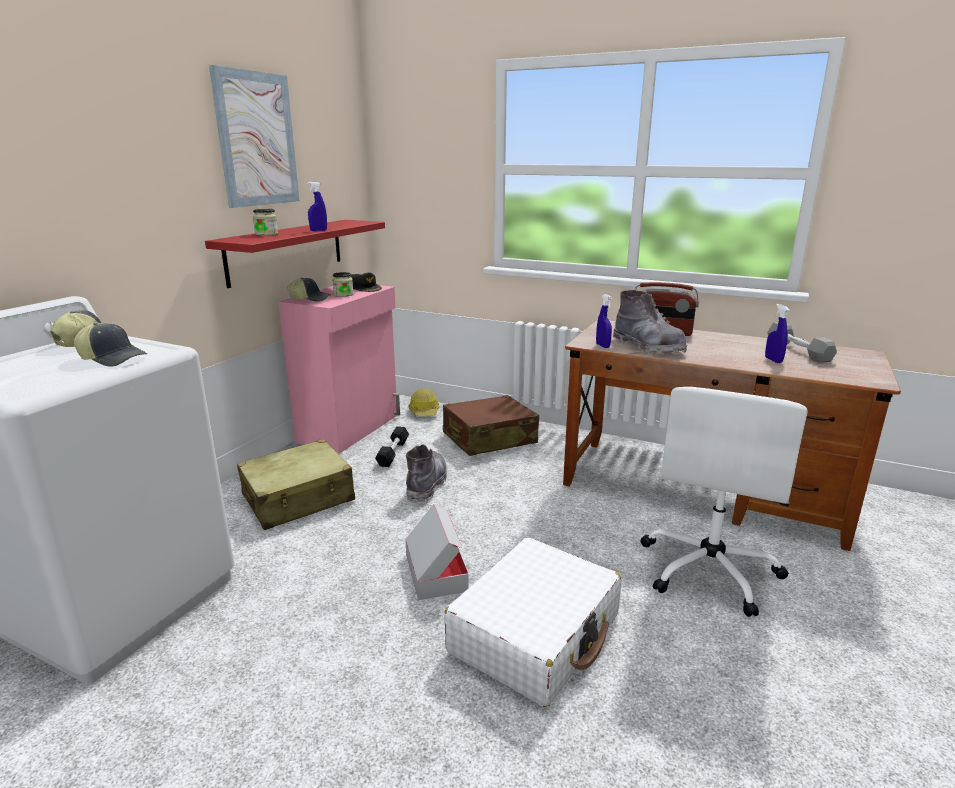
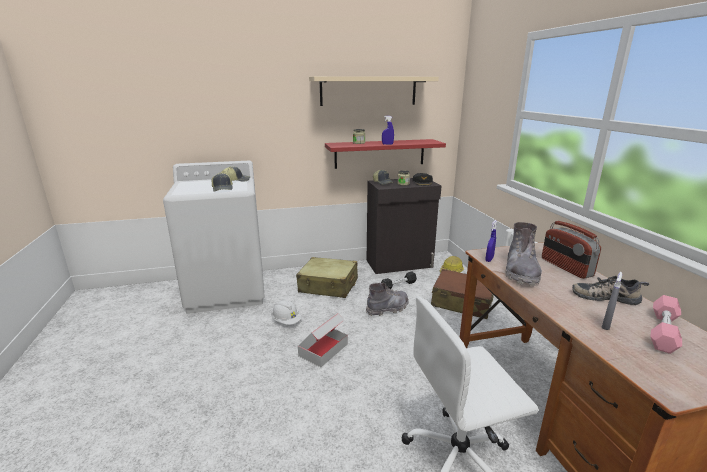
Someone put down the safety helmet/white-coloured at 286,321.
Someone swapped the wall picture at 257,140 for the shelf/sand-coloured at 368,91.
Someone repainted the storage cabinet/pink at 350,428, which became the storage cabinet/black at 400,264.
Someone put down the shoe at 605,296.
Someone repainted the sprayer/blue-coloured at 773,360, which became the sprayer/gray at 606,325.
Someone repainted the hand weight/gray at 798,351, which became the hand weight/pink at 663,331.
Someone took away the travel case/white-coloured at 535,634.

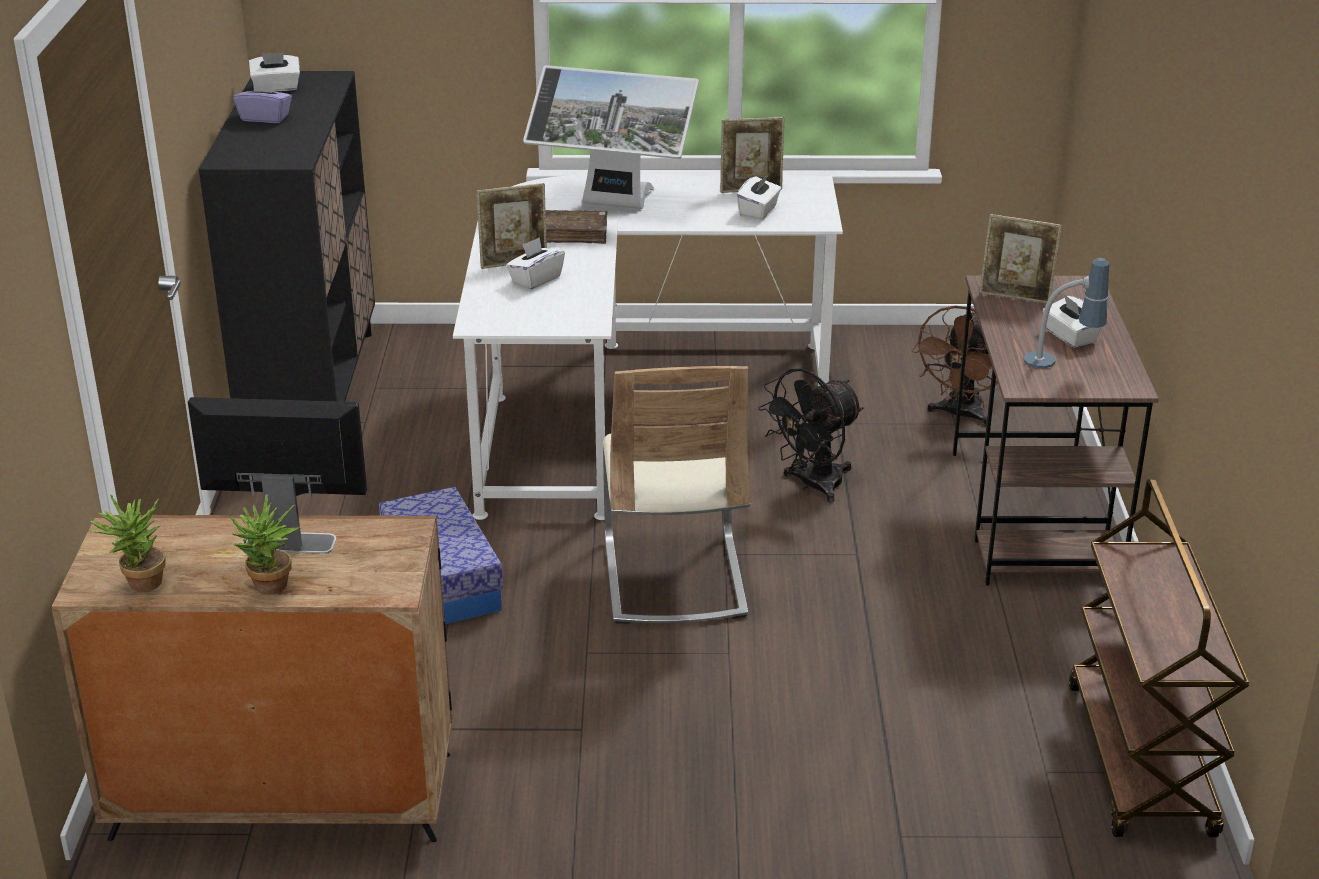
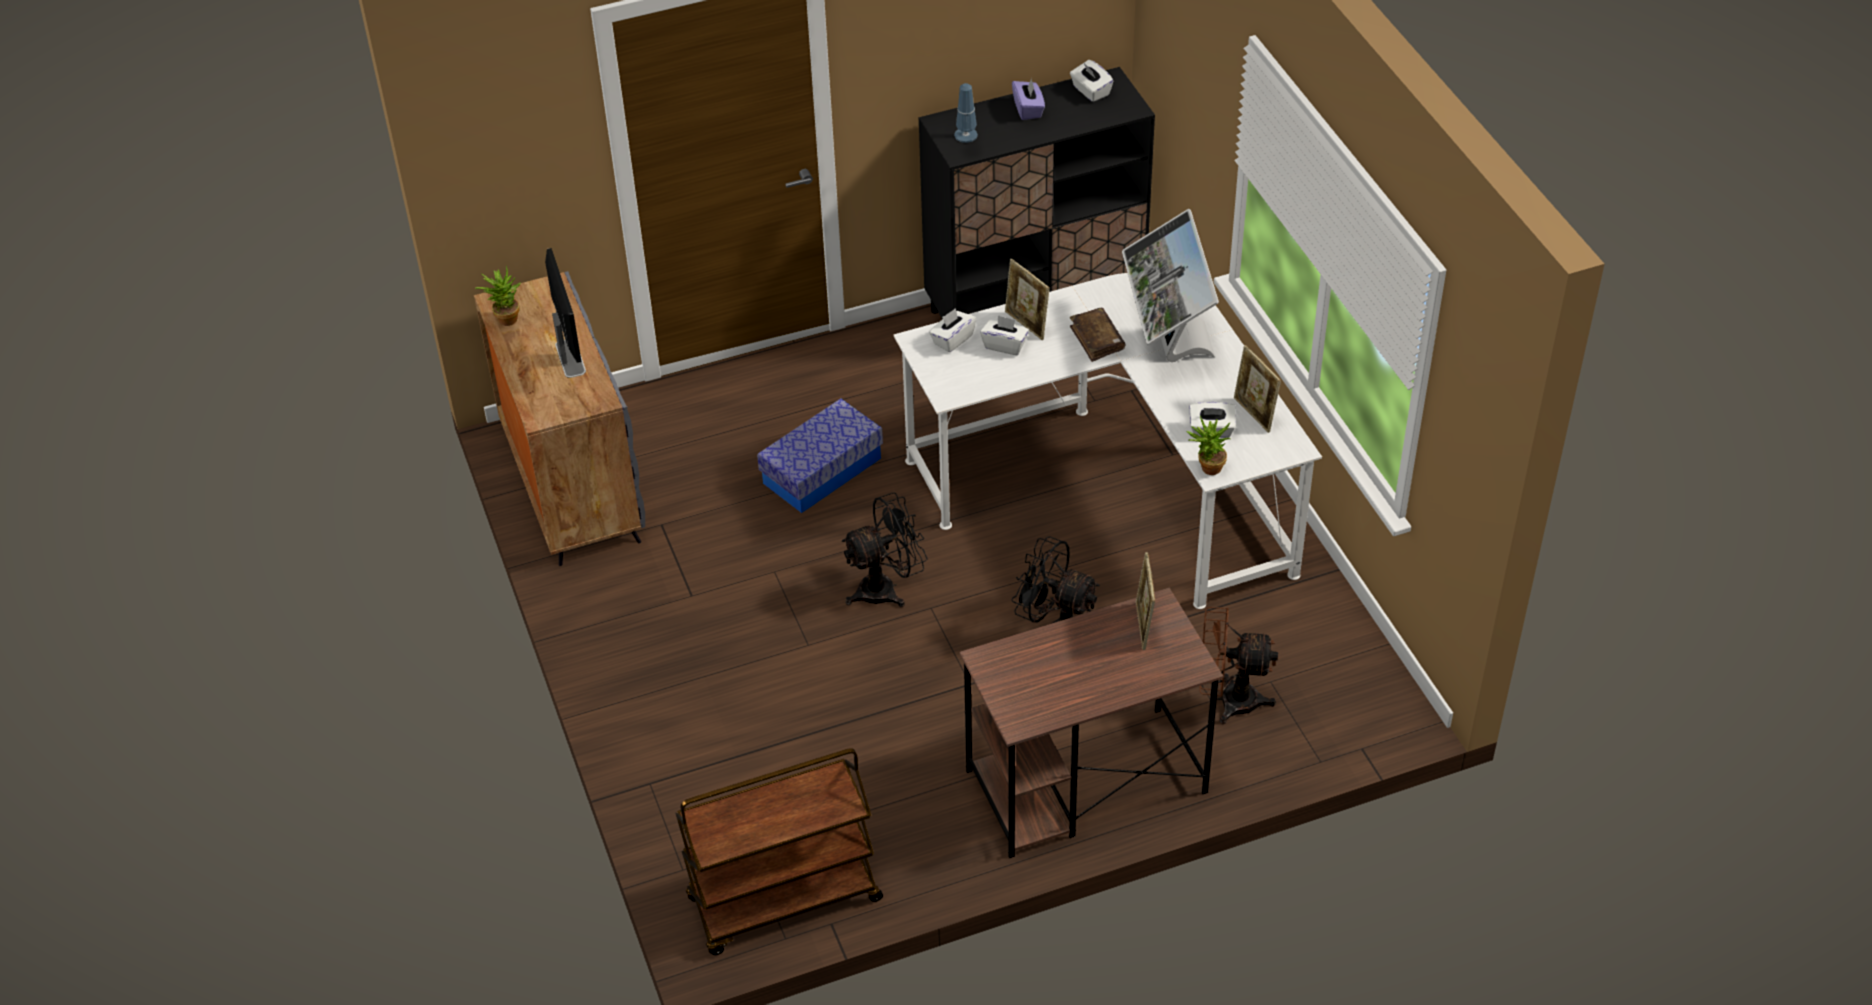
Someone repainted the storage cabinet/brown-coloured at 281,796, which became the storage cabinet/gray at 572,484.
Someone swapped the chair/sand-coloured at 673,577 for the fan/black at 886,588.
Someone carried the tissue holder/white-coloured from 1070,336 to 952,339.
Someone carried the tabletop lamp from 1061,364 to 966,146.
Someone carried the potted plant from 269,589 to 1207,469.

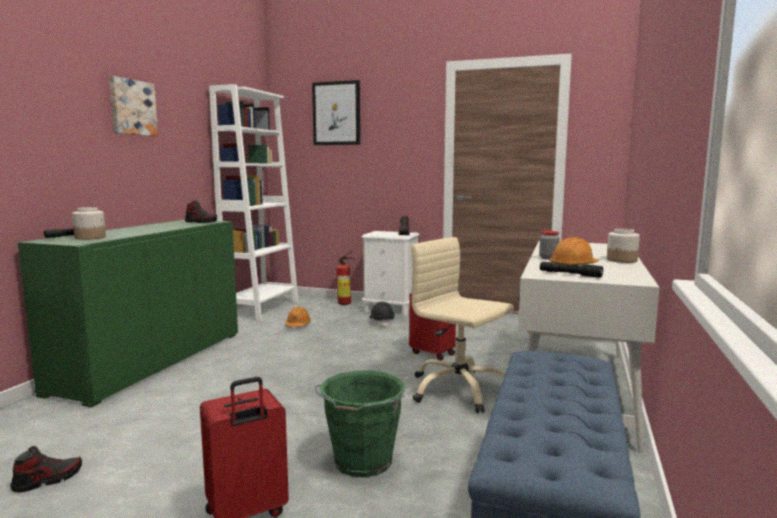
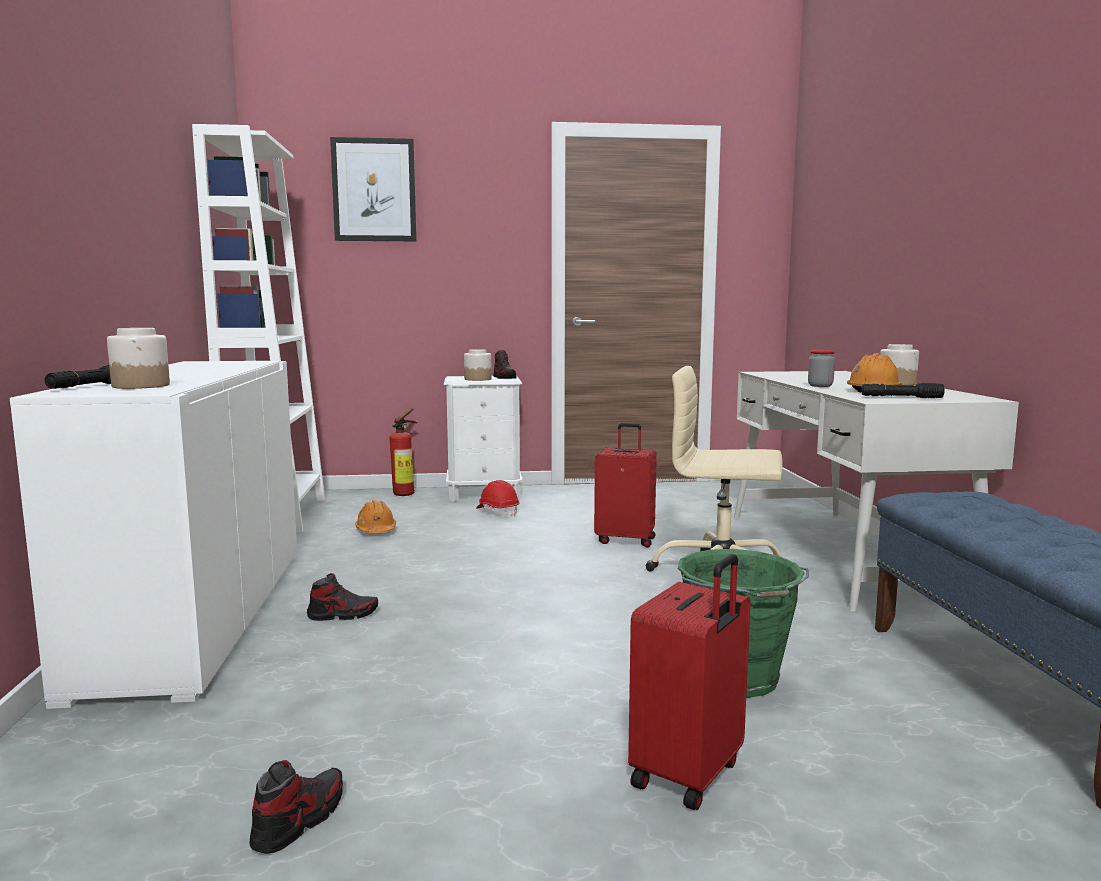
Someone repainted the storage cabinet/green-coloured at 152,361, which became the storage cabinet/white-coloured at 200,615.
Someone carried the shoe from 201,222 to 343,615.
Someone put down the preserve jar at 478,379.
Someone repainted the safety helmet/black at 382,322, which became the safety helmet/red at 498,512.
Someone took away the wall picture at 132,107.

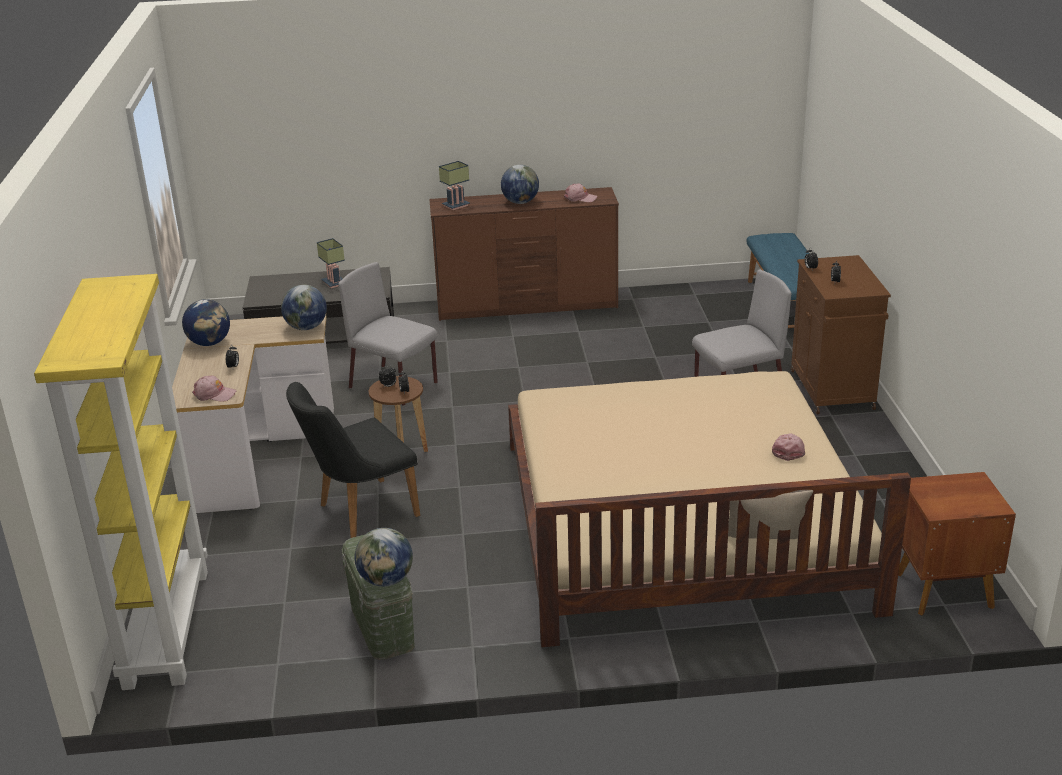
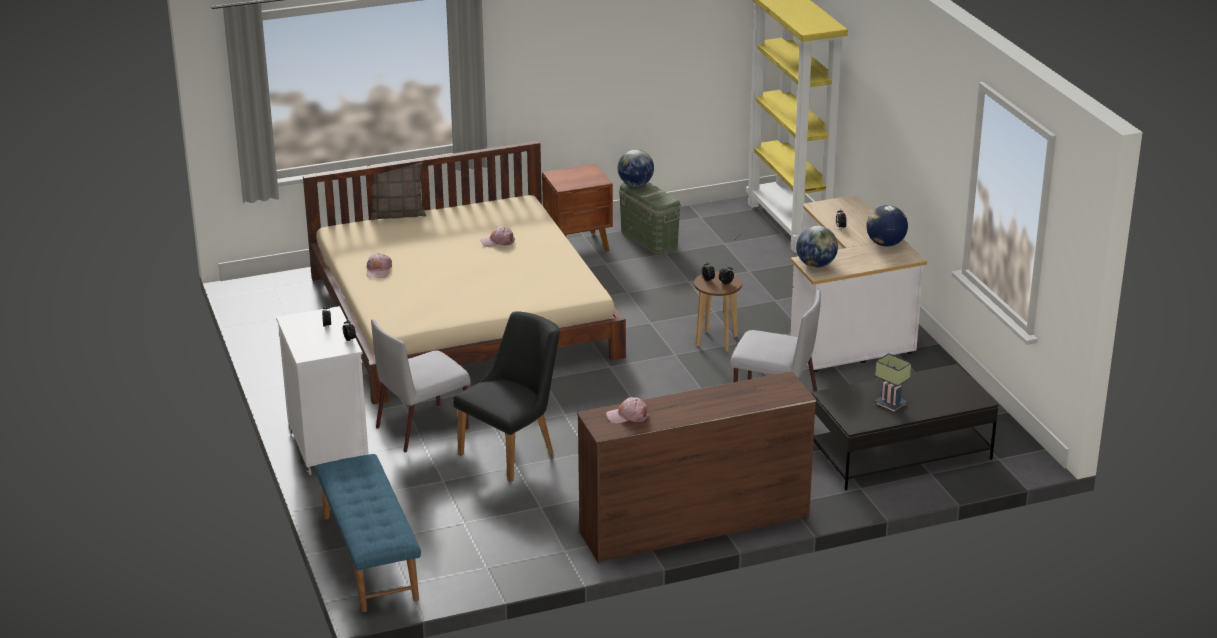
Someone repainted the storage cabinet/brown-coloured at 832,391, which became the storage cabinet/white-coloured at 327,444.
Someone carried the chair/black from 359,512 to 514,451.
Someone carried the cap/pink from 214,394 to 498,241.
Someone carried the nightstand/brown-coloured from 942,589 to 578,246.
Someone took away the tabletop lamp at 456,206.
Someone took away the desk globe at 520,202.

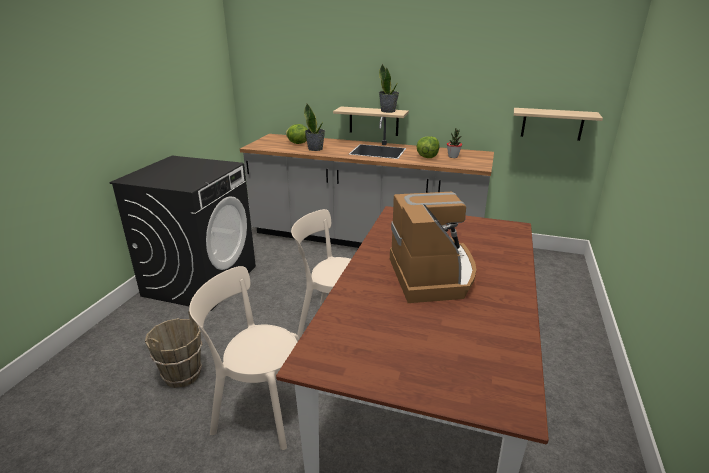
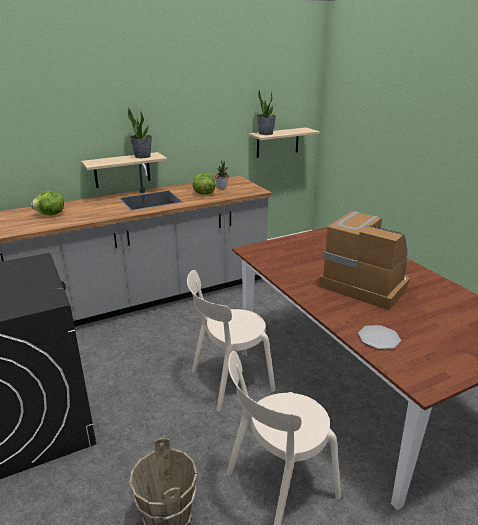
Someone carried the potted plant from 315,149 to 266,133.
Someone put down the flat dish at 378,338.

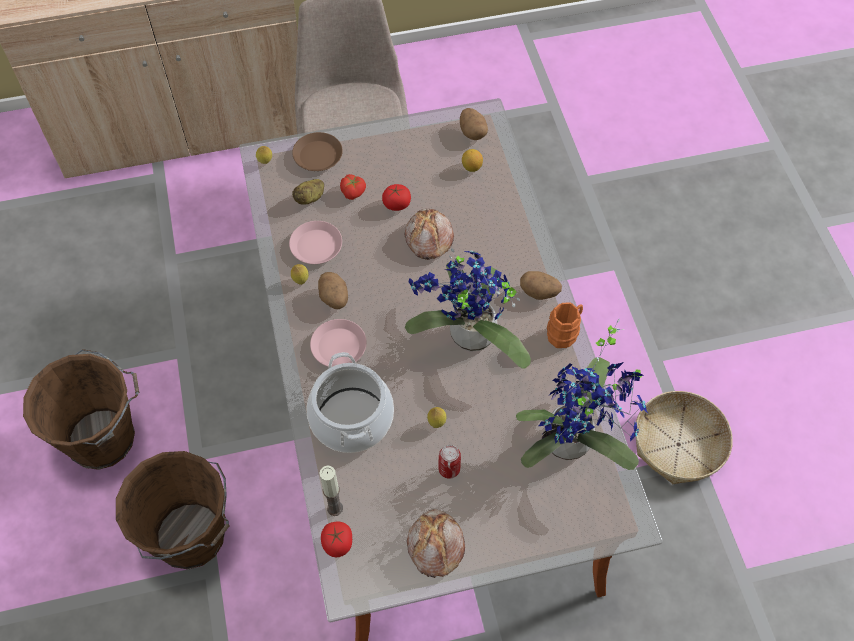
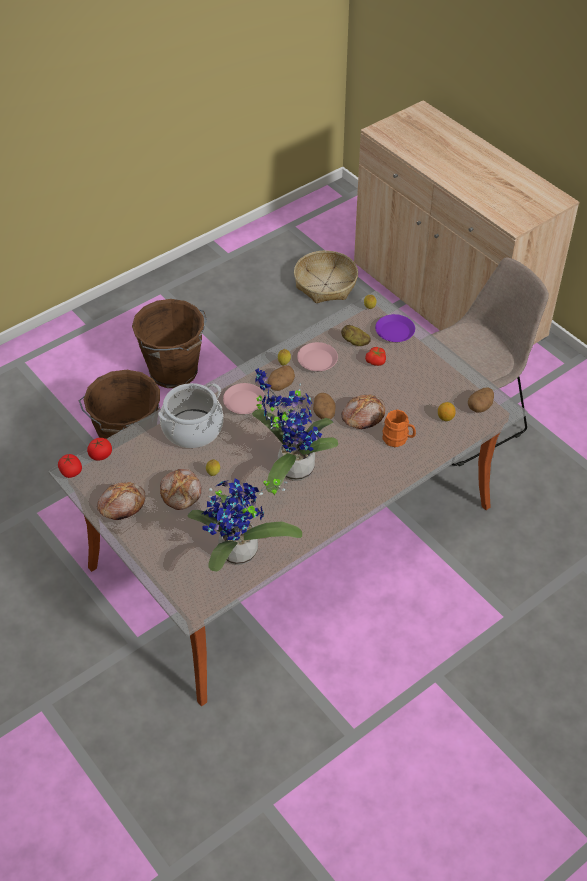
Someone carried the whole tomato from 396,204 to 71,472.
Someone swapped the can at 449,469 for the baked bread at 182,493.
Someone carried the basket from 678,445 to 325,285.
Someone carried the whole potato from 539,292 to 324,414.
Someone repainted the flat dish/brown-coloured at 317,155, which became the flat dish/purple at 394,331.
Someone carried the coffee mug/orangey from 565,332 to 398,439.
Someone took away the wax light at 335,508.

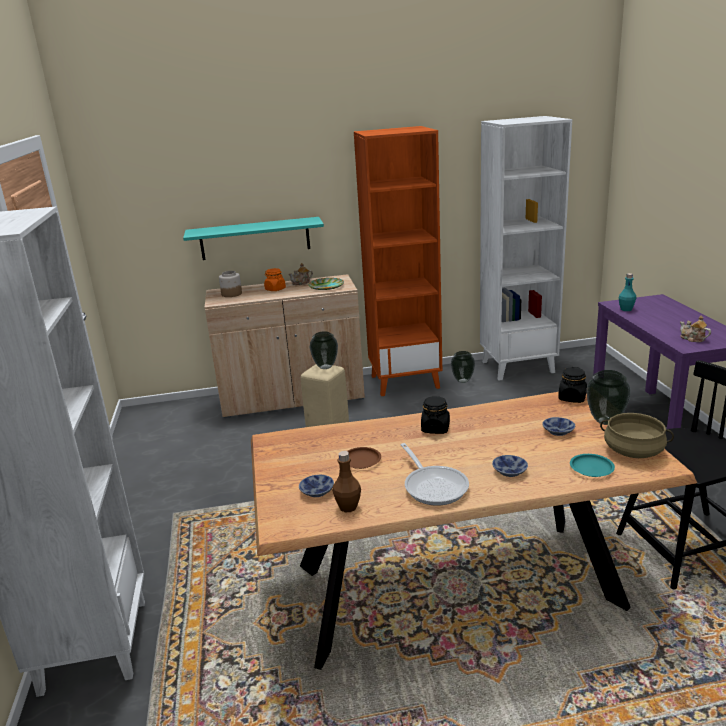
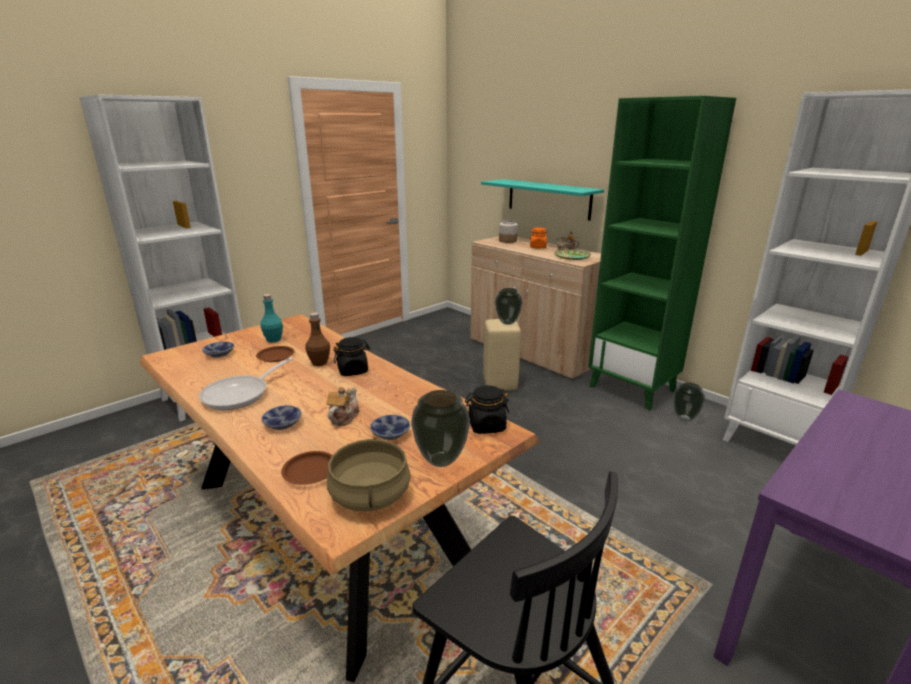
Someone carried the beverage bottle/turquoise from 626,309 to 273,340.
Someone repainted the flat dish/turquoise at 592,468, which became the flat dish/brown-coloured at 310,471.
Someone carried the beverage bottle/brown-coloured from 348,507 to 319,363.
Someone carried the teapot from 692,339 to 343,417.
Someone repainted the shelving unit/orangey at 405,381, which became the shelving unit/green-coloured at 633,388.

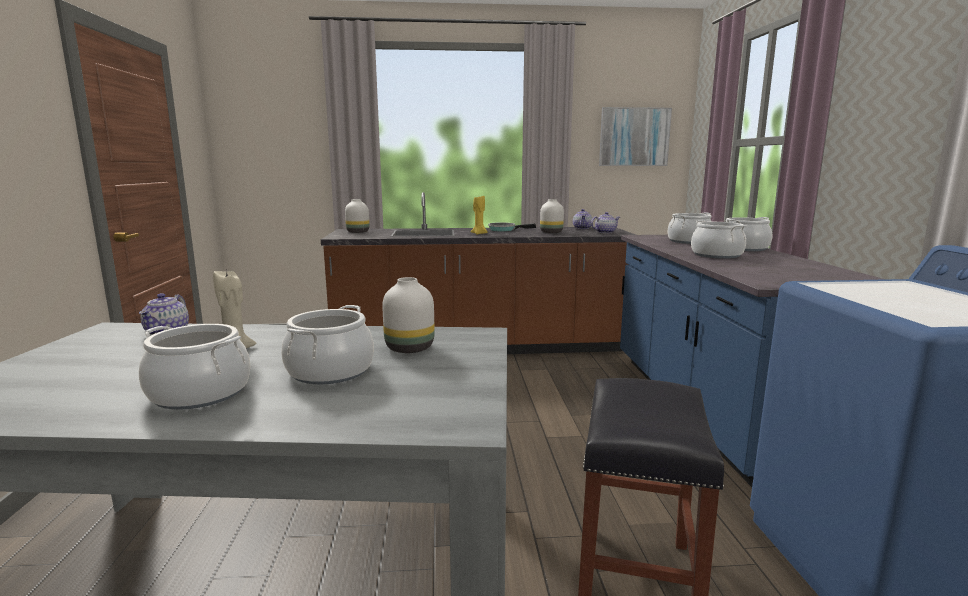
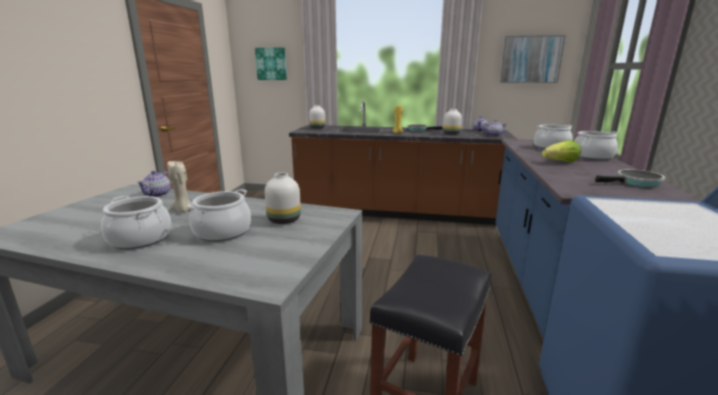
Someone put up the wall picture at 271,64.
Someone swapped the saucepot at 716,255 for the lettuce head at 560,162.
Someone put down the pan at 635,183.

